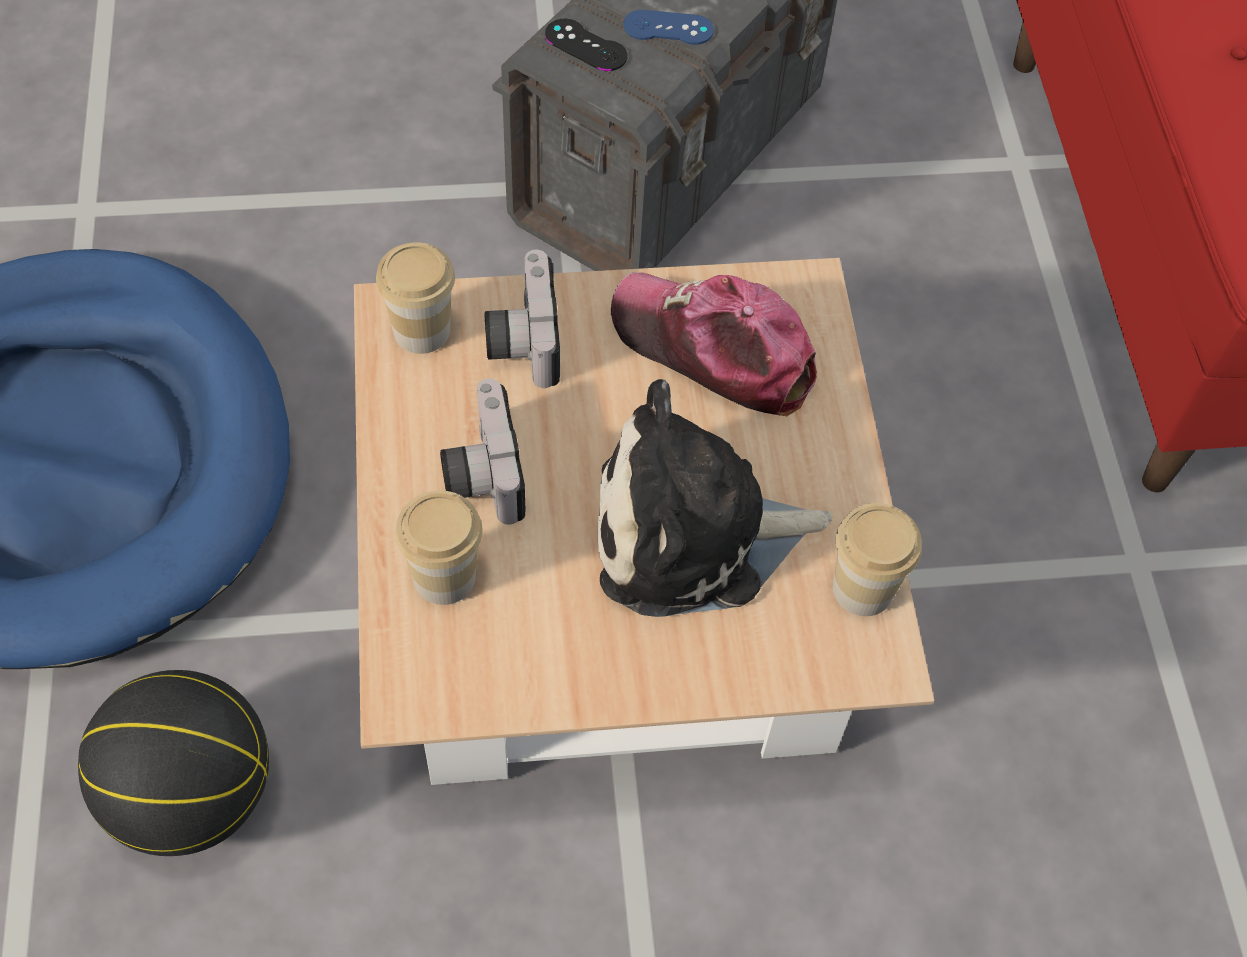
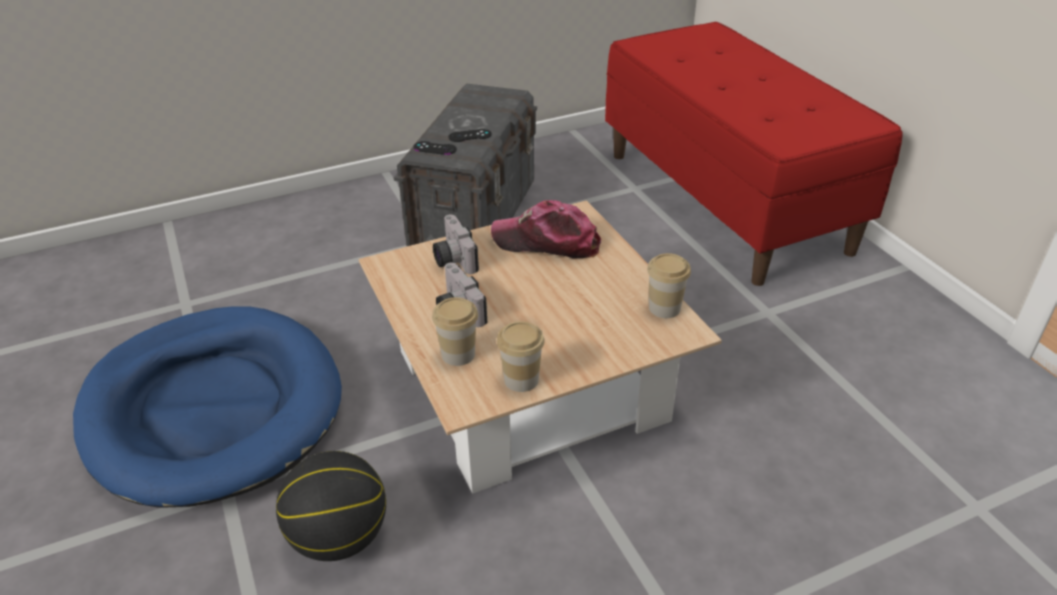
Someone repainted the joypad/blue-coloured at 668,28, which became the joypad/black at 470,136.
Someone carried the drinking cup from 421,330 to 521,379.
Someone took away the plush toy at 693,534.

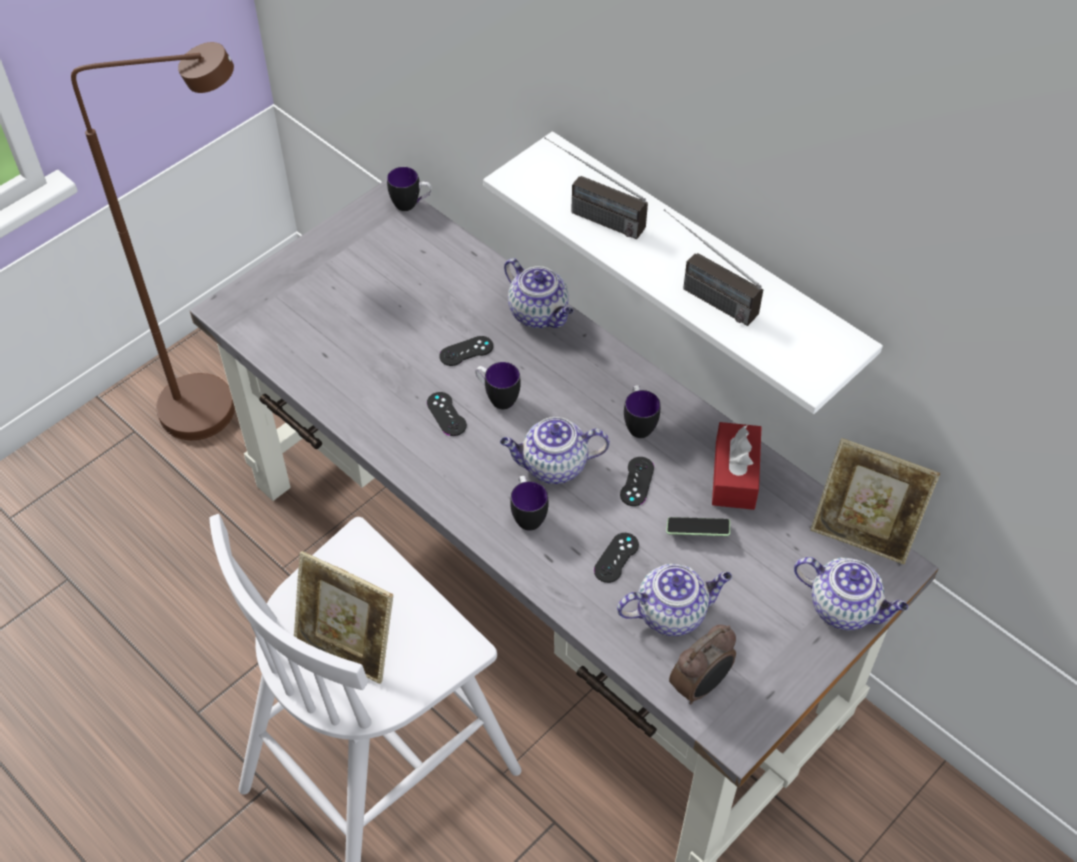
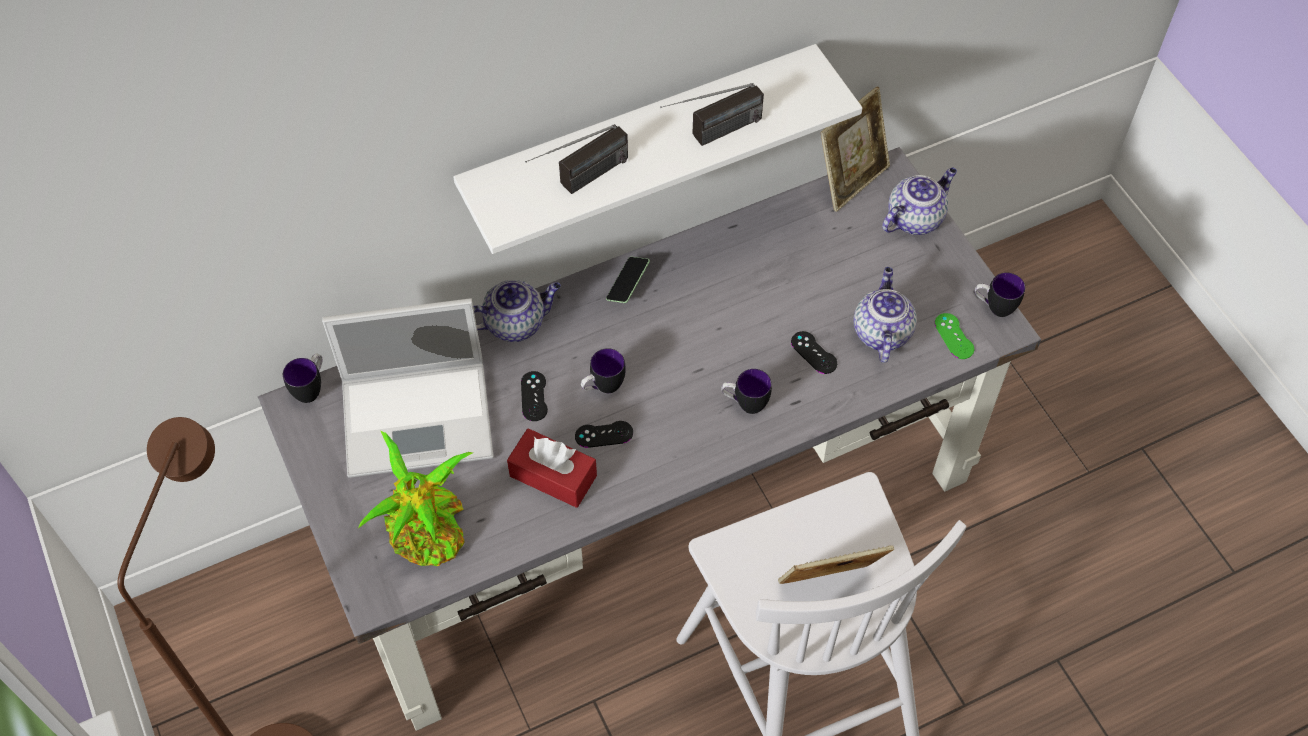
Someone put down the notebook computer at 420,417.
Someone put down the potted plant at 429,535.
Someone carried the tissue holder/red from 734,475 to 553,476.
Someone carried the phone from 697,531 to 628,284.
Someone rotated the standing frame at 348,647 by 150 degrees counterclockwise.
Someone swapped the table clock at 700,685 for the joypad/green-coloured at 954,336.
Someone carried the coffee mug from 638,424 to 994,307.
Someone took away the teapot at 553,466.
Someone took away the joypad/black at 637,481.

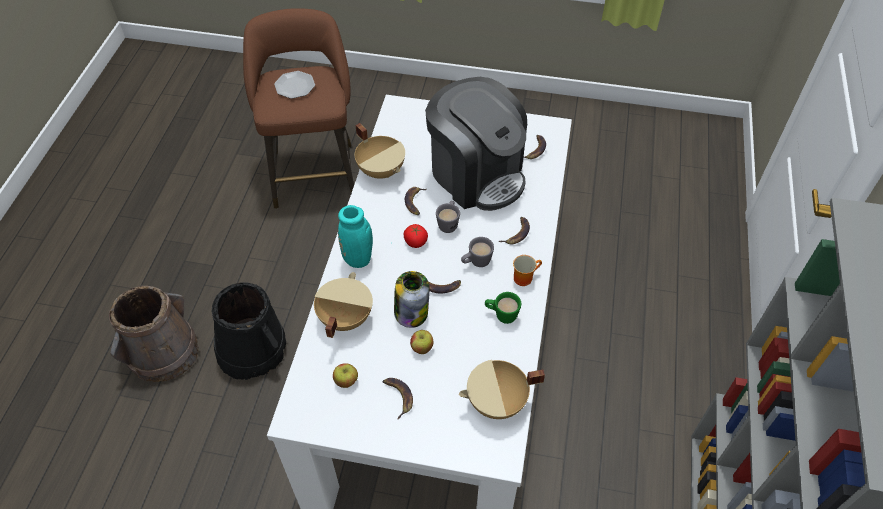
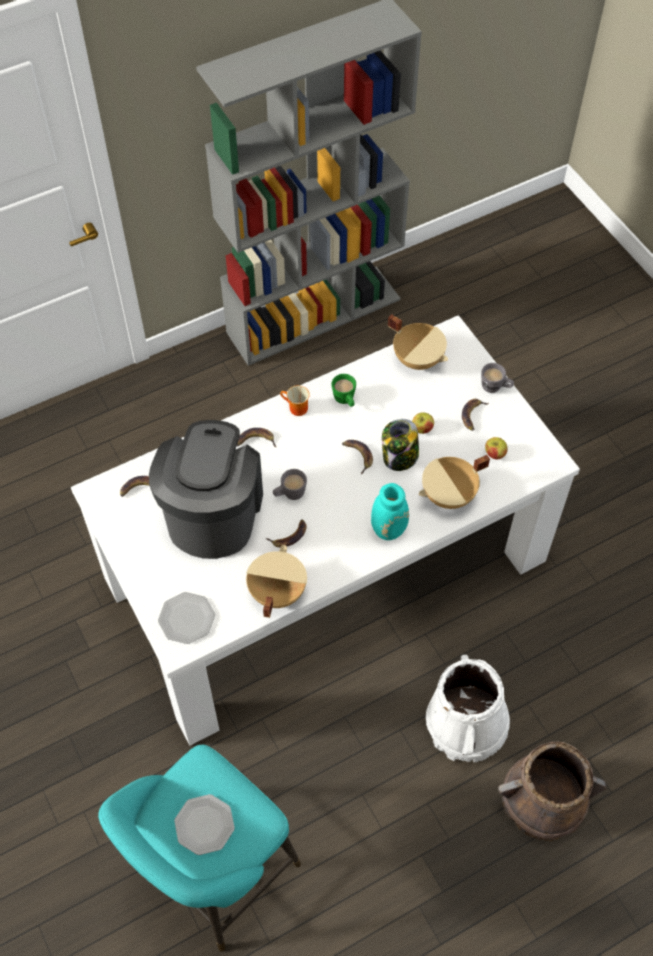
Someone repainted the stool/brown-coloured at 314,171, which became the stool/turquoise at 213,874.
Someone put down the flat dish at 186,619.
Someone repainted the pail/black at 252,349, which became the pail/white-coloured at 466,723.
Someone carried the coffee mug/gray from 476,262 to 495,387.
Someone took away the whole tomato at 415,242.

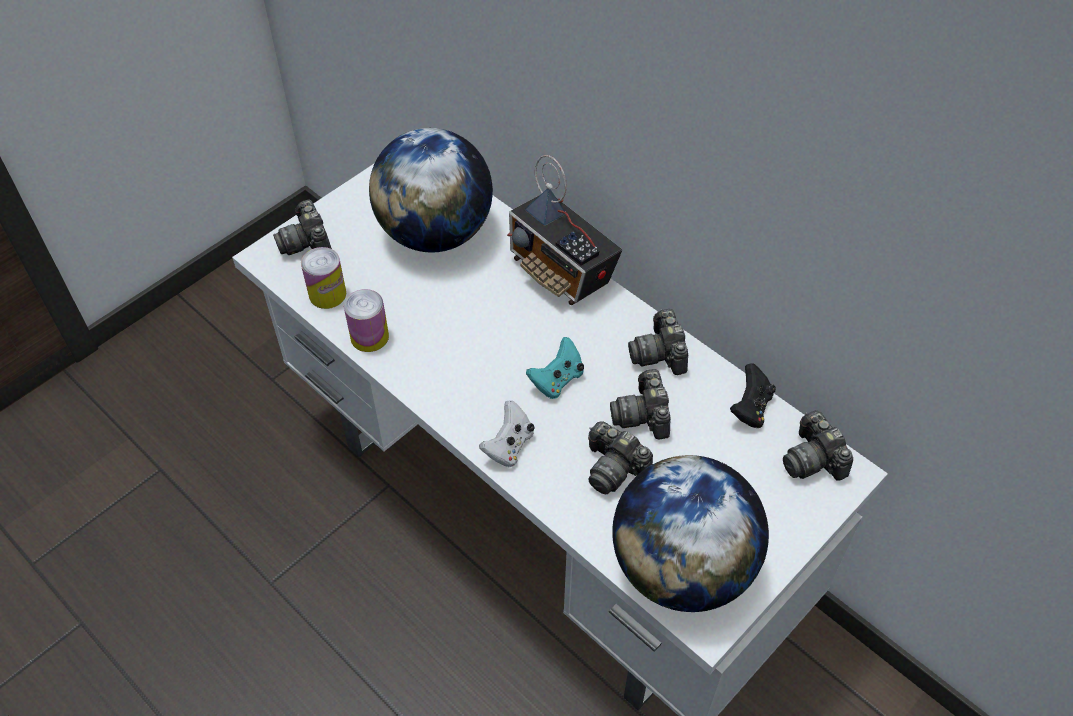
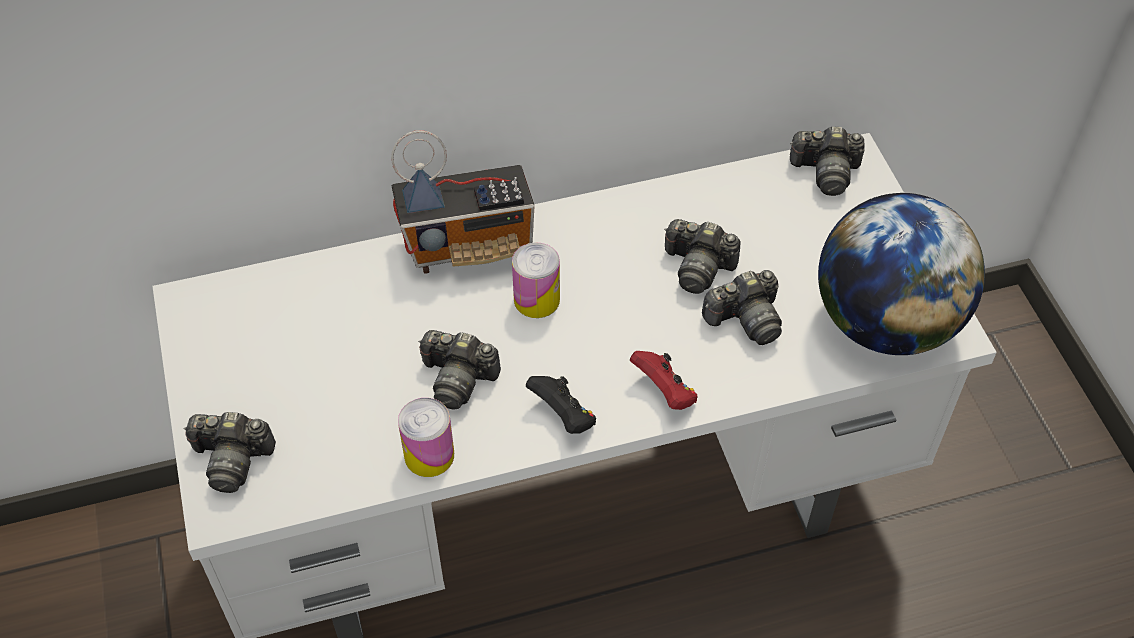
Someone carried the still camera from 660,353 to 458,379.
Someone carried the can from 327,294 to 536,299.
Someone carried the joypad/black from 750,408 to 563,416.
Someone repainted the joypad/white-coloured at 509,446, which became the joypad/red at 665,392.
Someone took away the desk globe at 435,233.
Someone took away the joypad/turquoise at 557,380.

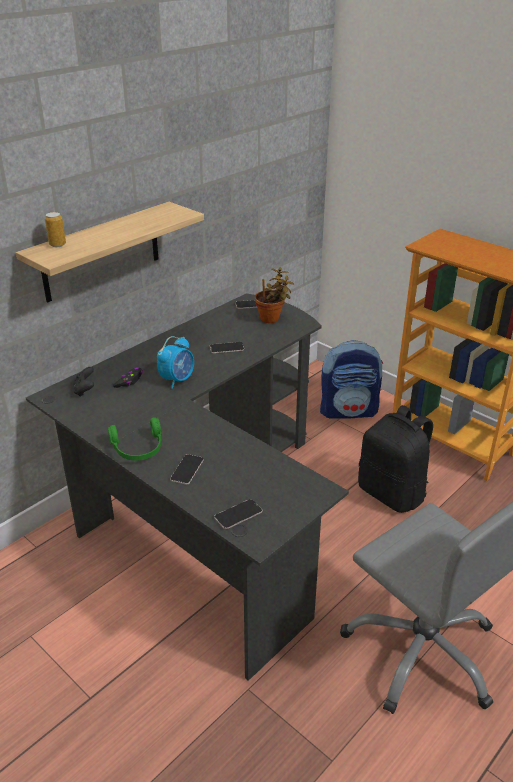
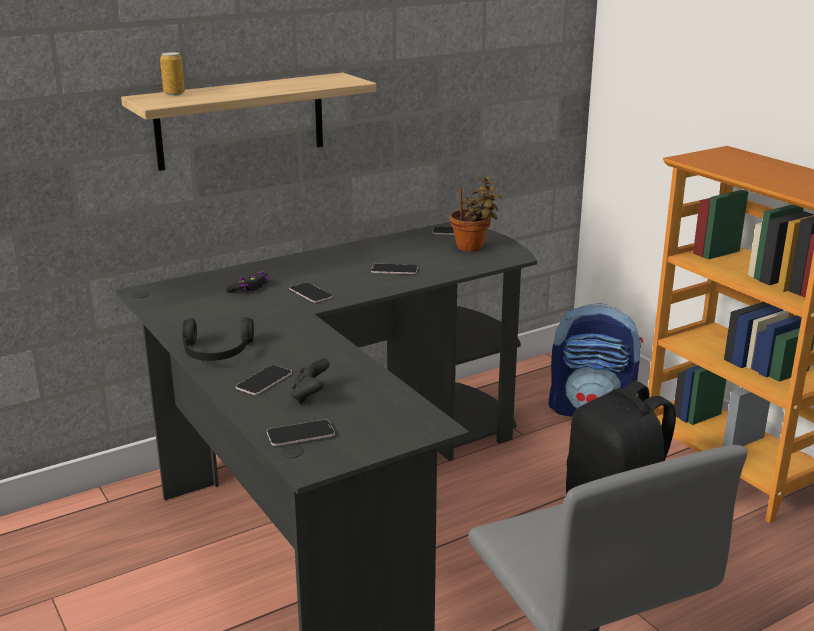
Someone repainted the pair of headphones/green-coloured at 138,449, which became the pair of headphones/black at 216,353.
Someone swapped the table clock at 177,380 for the phone at 310,293.
Someone carried the joypad/black from 85,390 to 310,396.

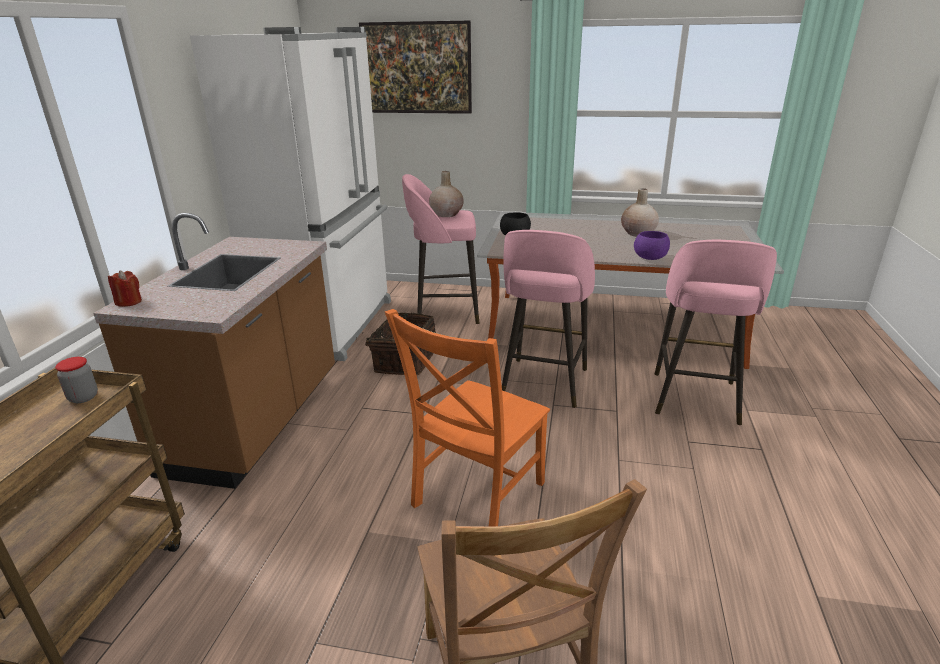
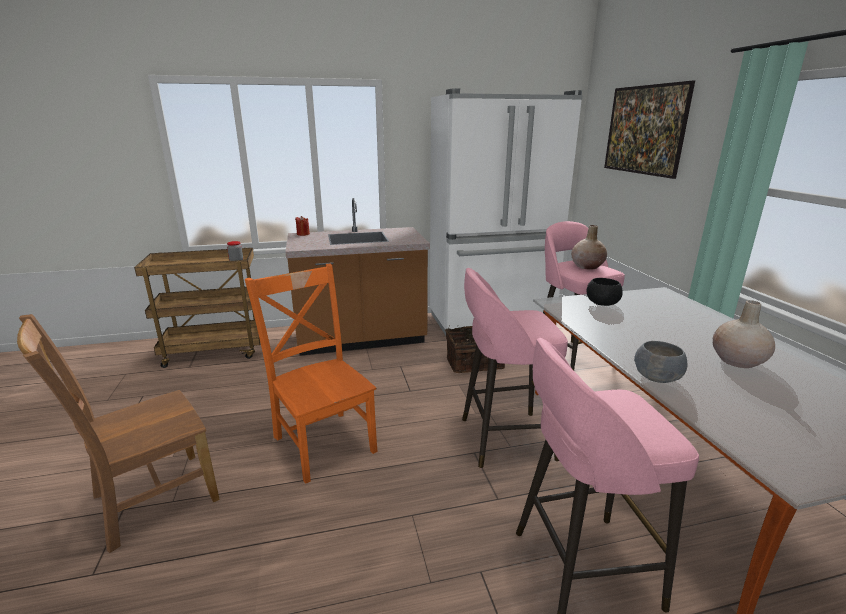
Someone rotated the chair/orangey at 475,497 by 45 degrees clockwise.
Someone repainted the serving bowl/purple at 650,257, which became the serving bowl/gray at 657,378.

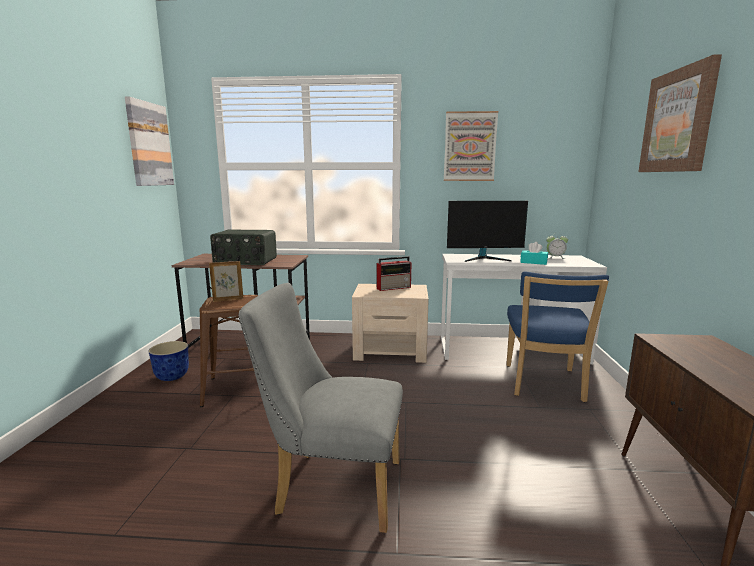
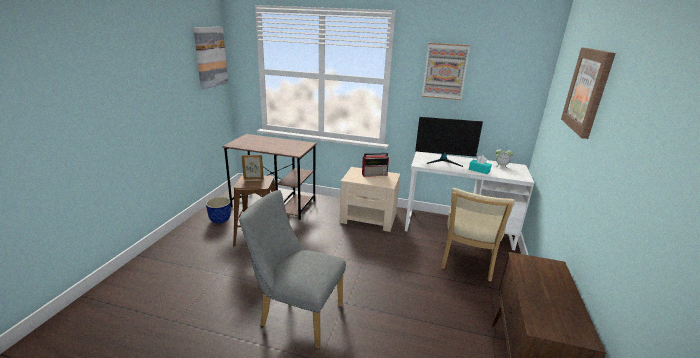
Someone repainted the chair/blue-coloured at 544,384, which became the chair/sand-coloured at 467,262.
Someone took away the radio set at 245,261.

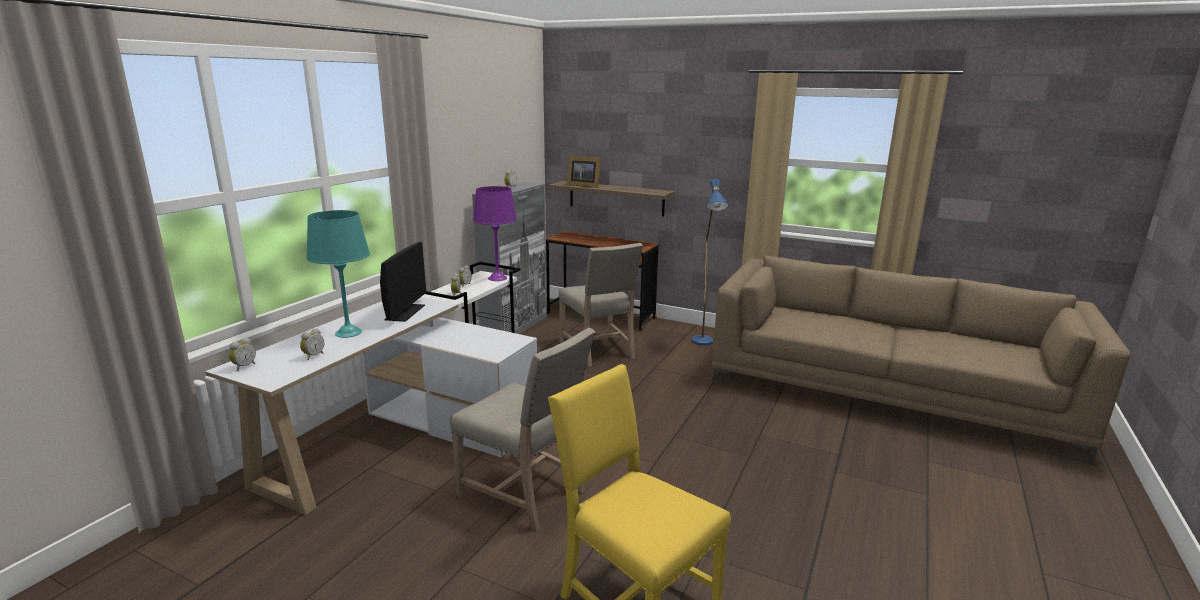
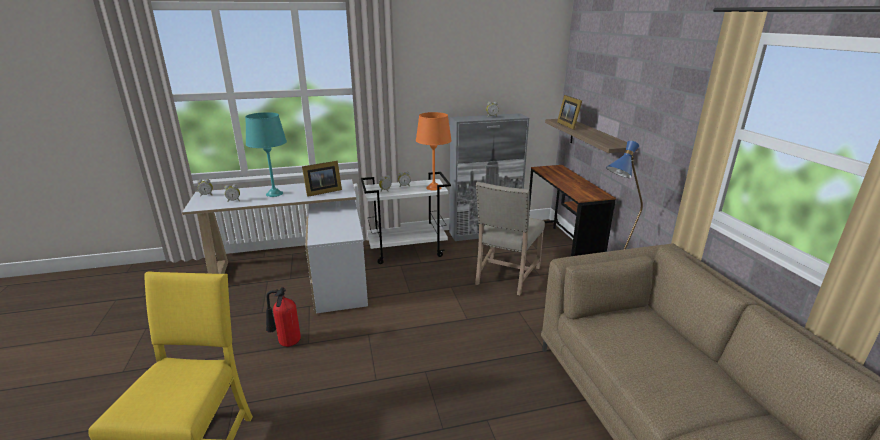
Someone swapped the chair/sand-coloured at 526,492 for the extinguisher at 286,343.
Someone swapped the computer display at 405,312 for the standing frame at 322,192.
Someone repainted the tabletop lamp/purple at 497,278, which became the tabletop lamp/orangey at 433,188.

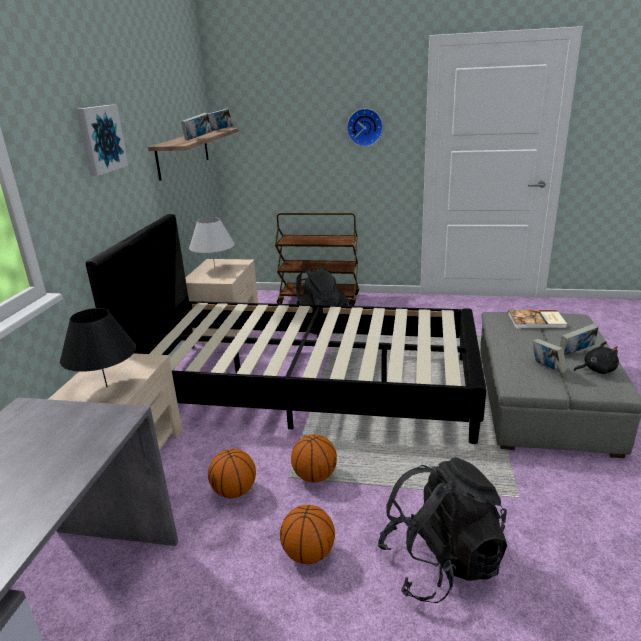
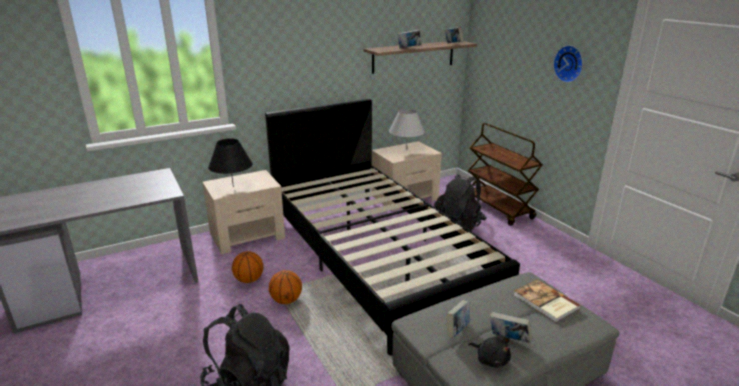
Someone took away the wall picture at 100,139.
Someone took away the basketball ball at 308,554.

